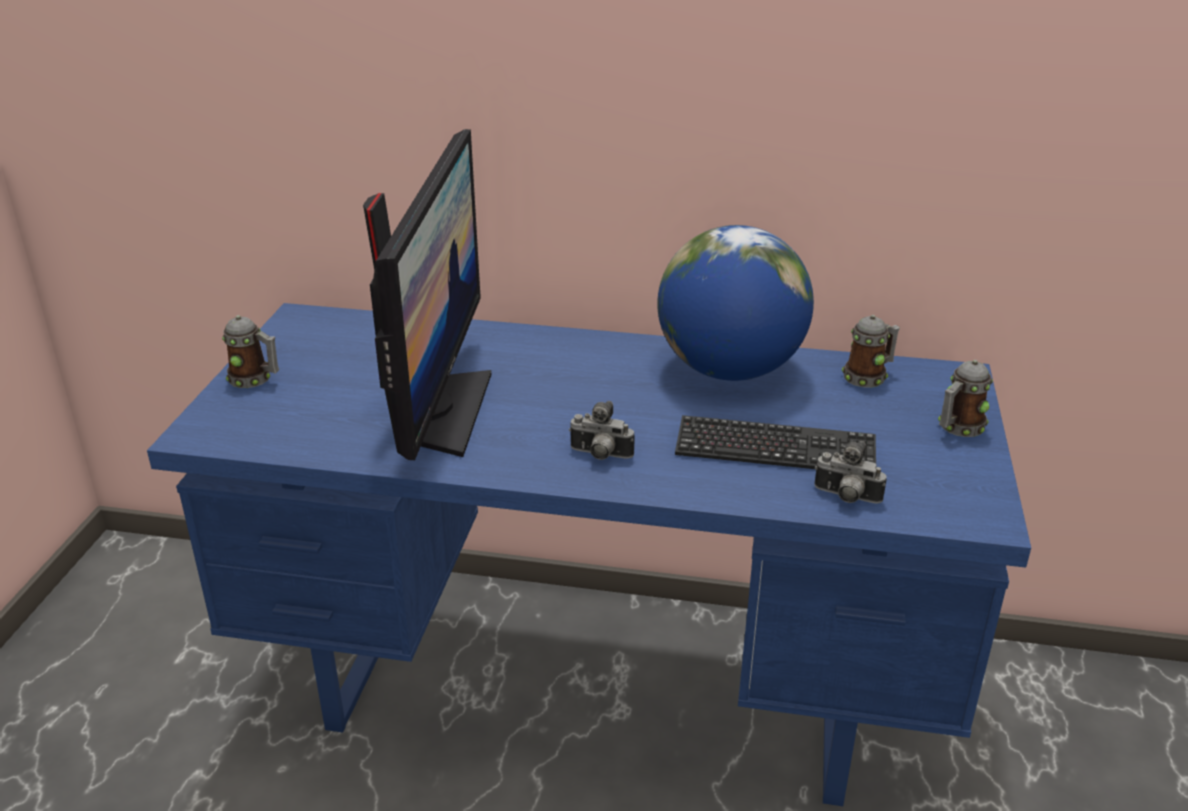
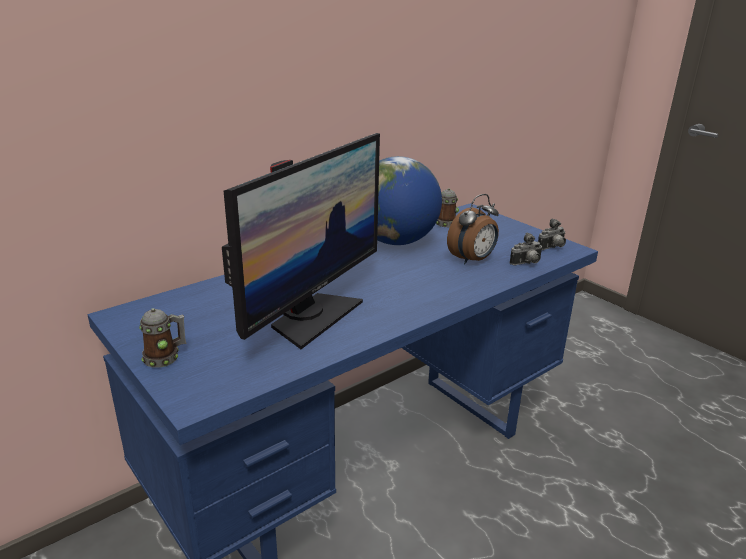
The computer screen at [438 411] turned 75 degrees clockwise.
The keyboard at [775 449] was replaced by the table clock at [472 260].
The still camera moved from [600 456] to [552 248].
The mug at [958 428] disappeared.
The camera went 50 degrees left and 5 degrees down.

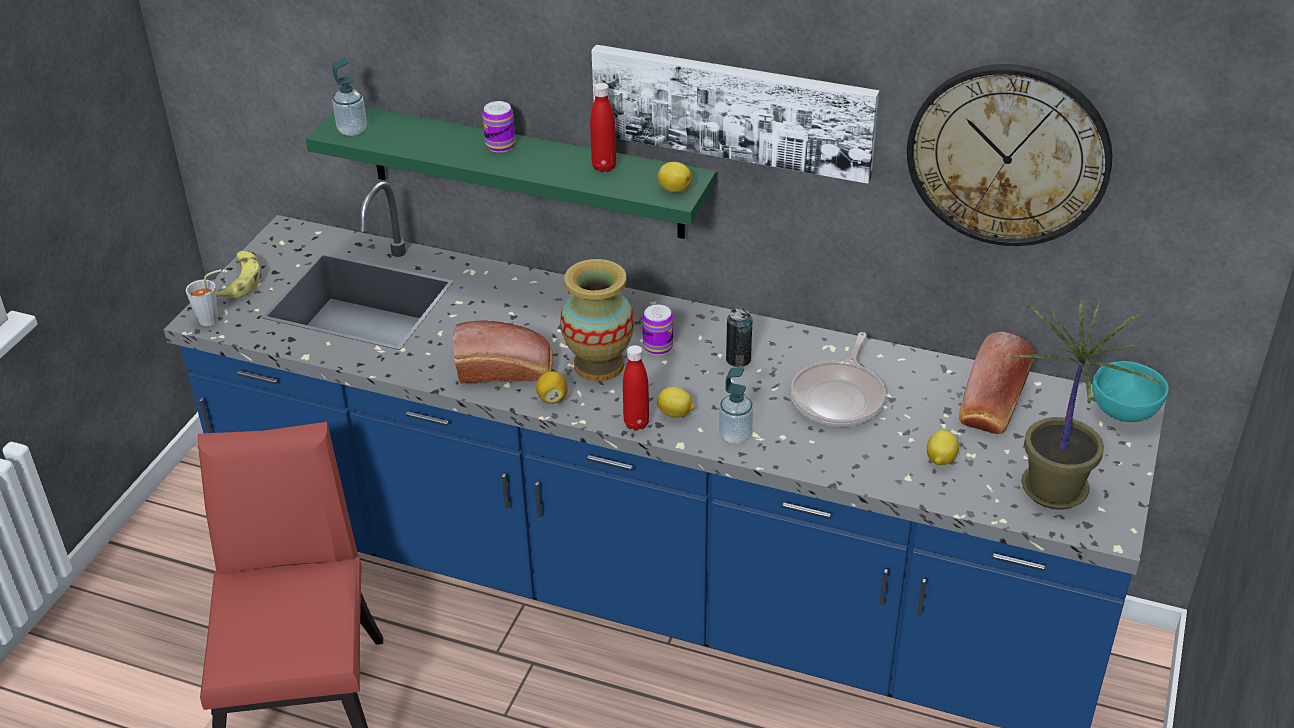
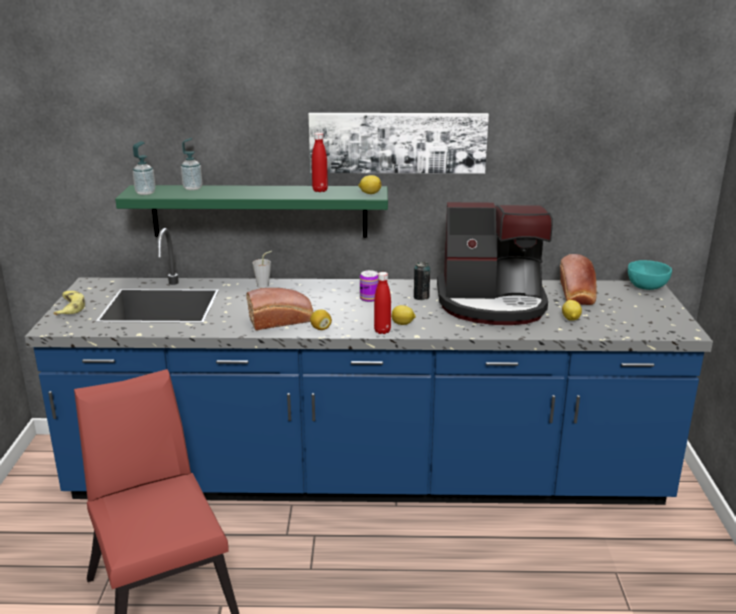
The soap dispenser moved from [735 436] to [192 188].
The grey drinking cup moved from [213 319] to [265 285].
The skillet at [839 397] was replaced by the coffee machine at [492 303].
The metal can at [500 145] disappeared.
The vase at [599 365] disappeared.
The hanging clock at [1008 155] disappeared.
The potted plant at [1055 491] disappeared.
The camera went 20 degrees left and 15 degrees down.

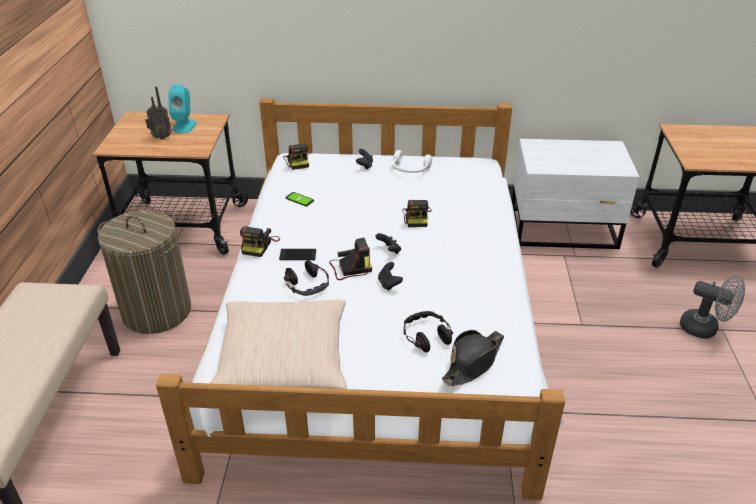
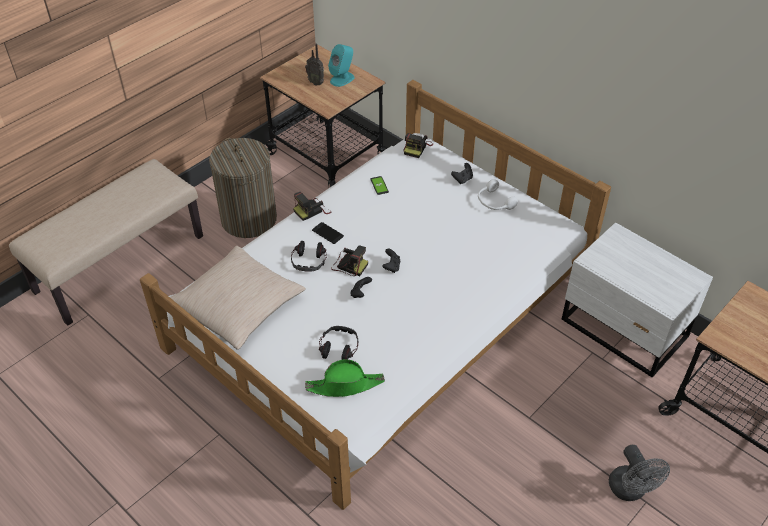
The black-coloured clothing hat at [473 362] became the greenish clothing hat at [345 385].
The still camera at [417 217] disappeared.
The camera went 40 degrees right and 10 degrees up.

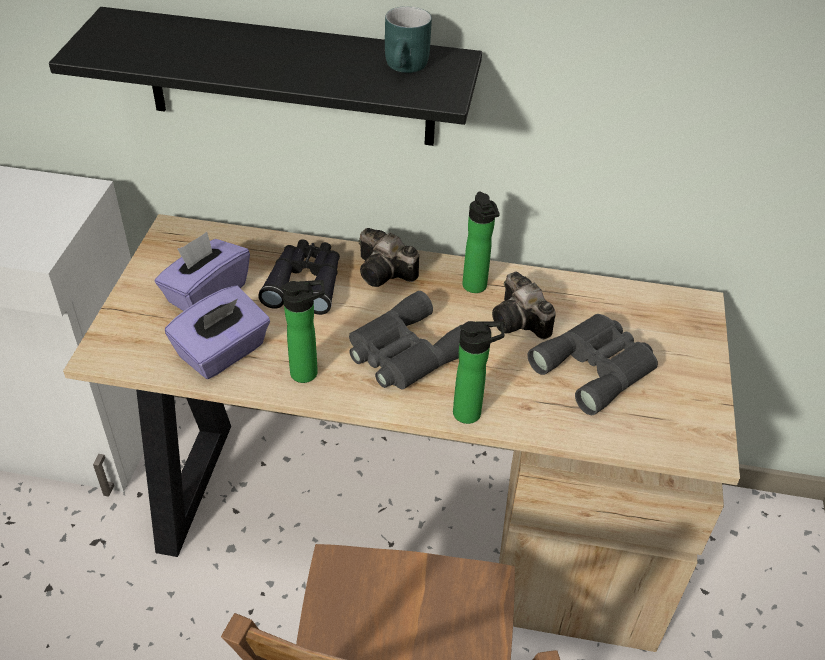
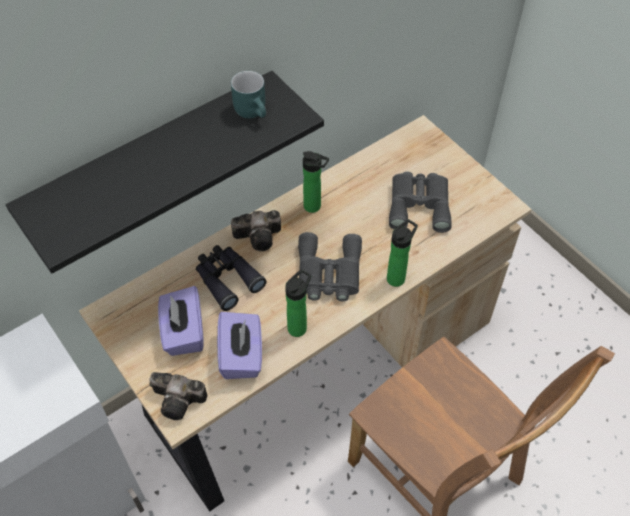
The still camera moved from [521 322] to [180 400].
The camera went 45 degrees left and 10 degrees up.

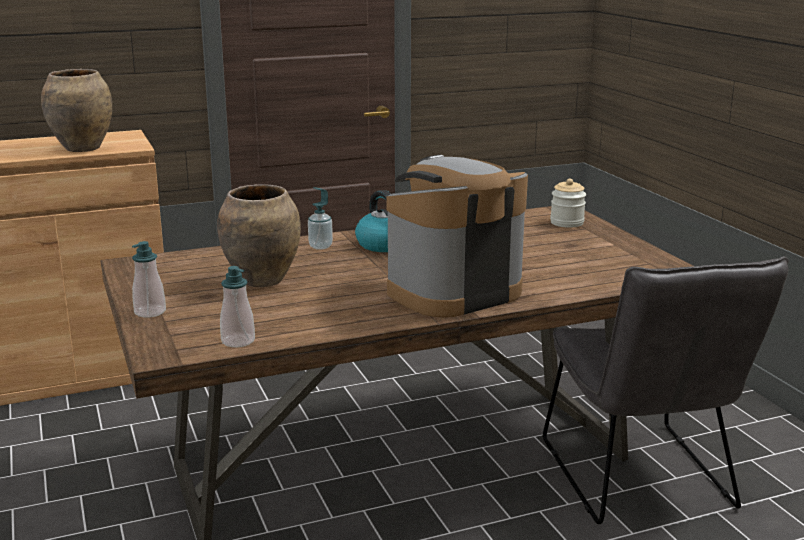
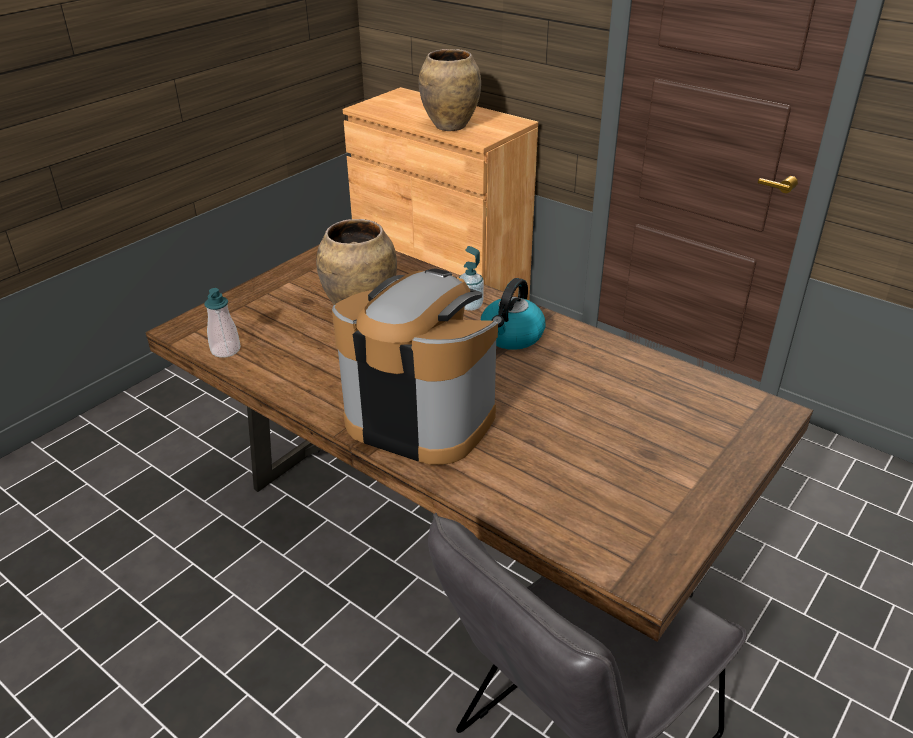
The soap dispenser at [150 312] disappeared.
The preserve jar at [567 223] disappeared.
The camera went 60 degrees right and 15 degrees up.

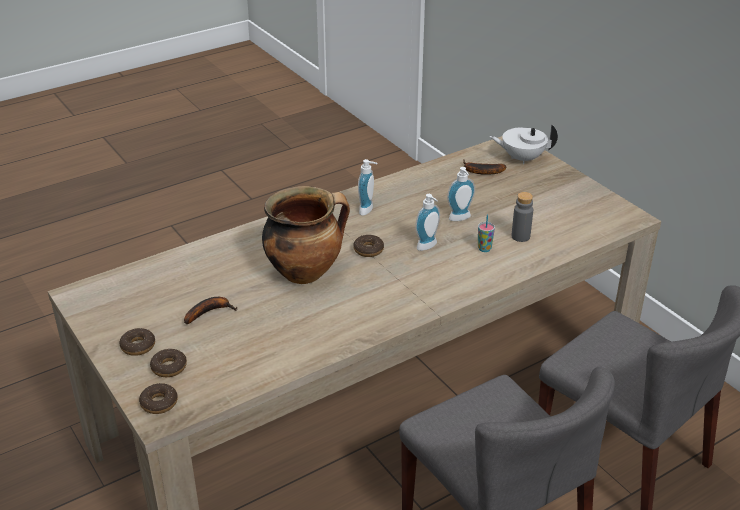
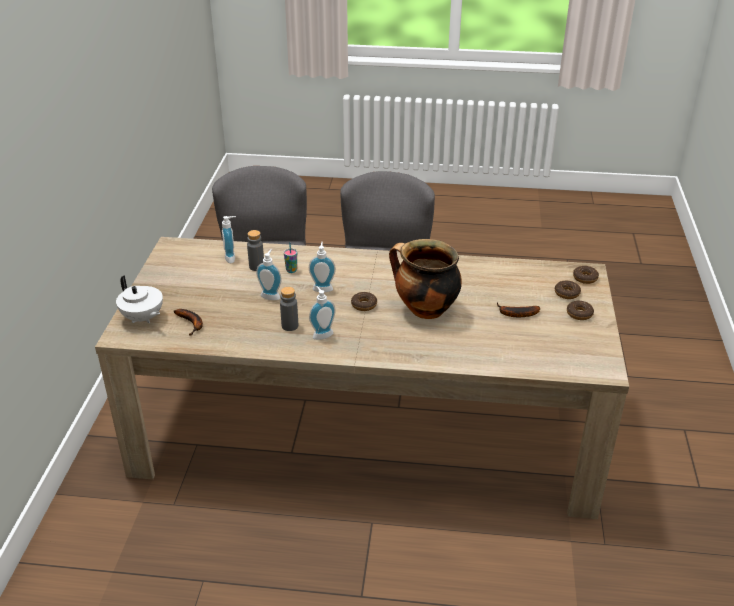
The soap dispenser at [232 258] appeared.
The grey beverage bottle at [290 326] appeared.
The camera went 140 degrees left and 0 degrees up.

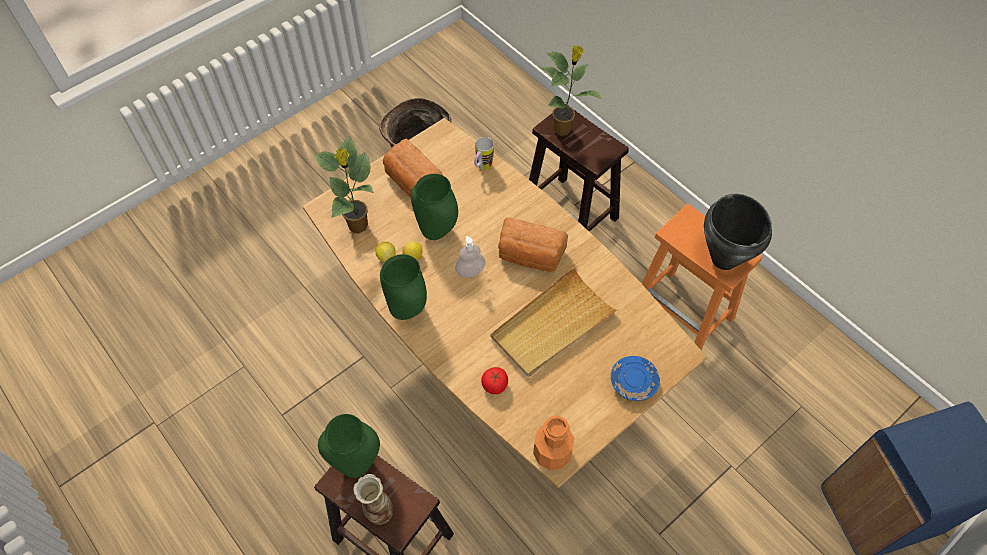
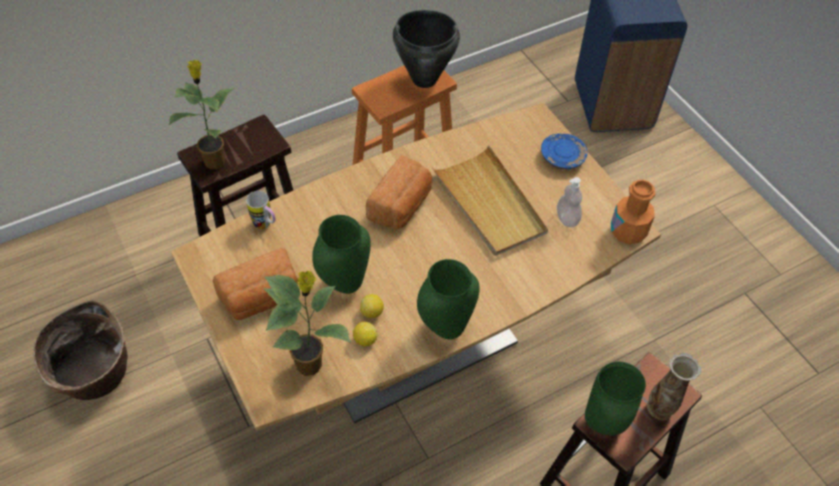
The soap dispenser moved from [470 271] to [567 218].
The whole tomato at [494 385] disappeared.
The camera went 80 degrees left and 5 degrees down.

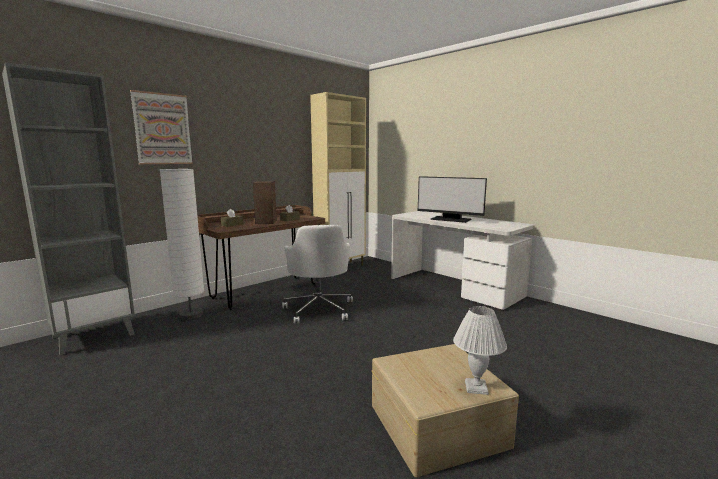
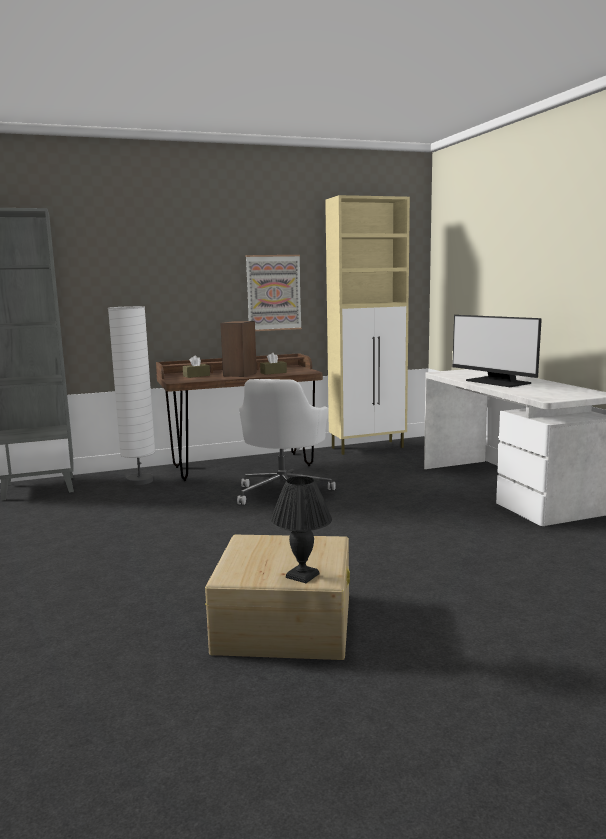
The picture moved from [162 129] to [273 293].
The whitish tabletop lamp at [476 388] became the black-coloured tabletop lamp at [302 576].
The camera went 25 degrees right and 0 degrees up.

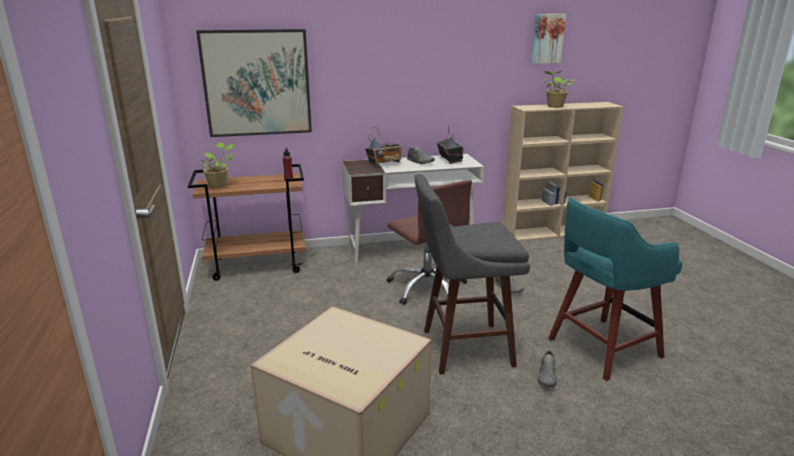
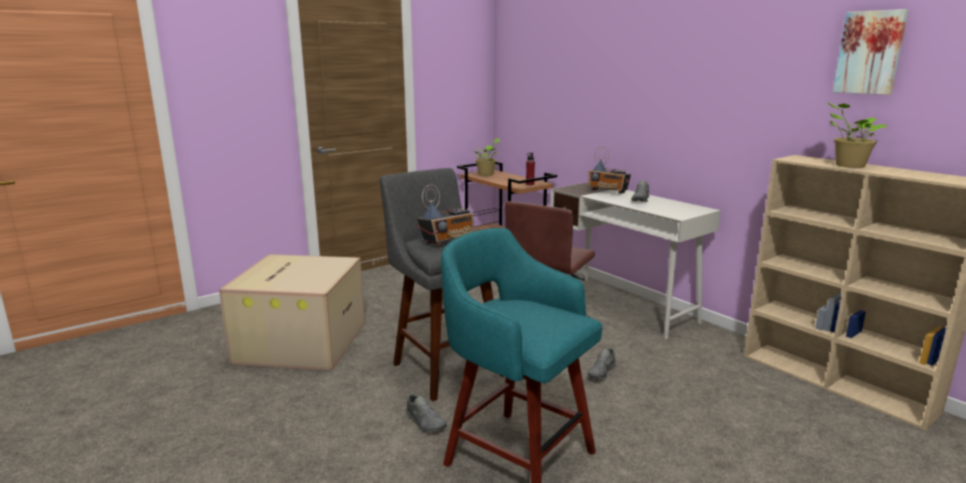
The grey low shoe at [547 377] turned 120 degrees counterclockwise.
The radio moved from [450 160] to [448 241].
The picture at [257 83] disappeared.
The camera went 65 degrees right and 5 degrees down.

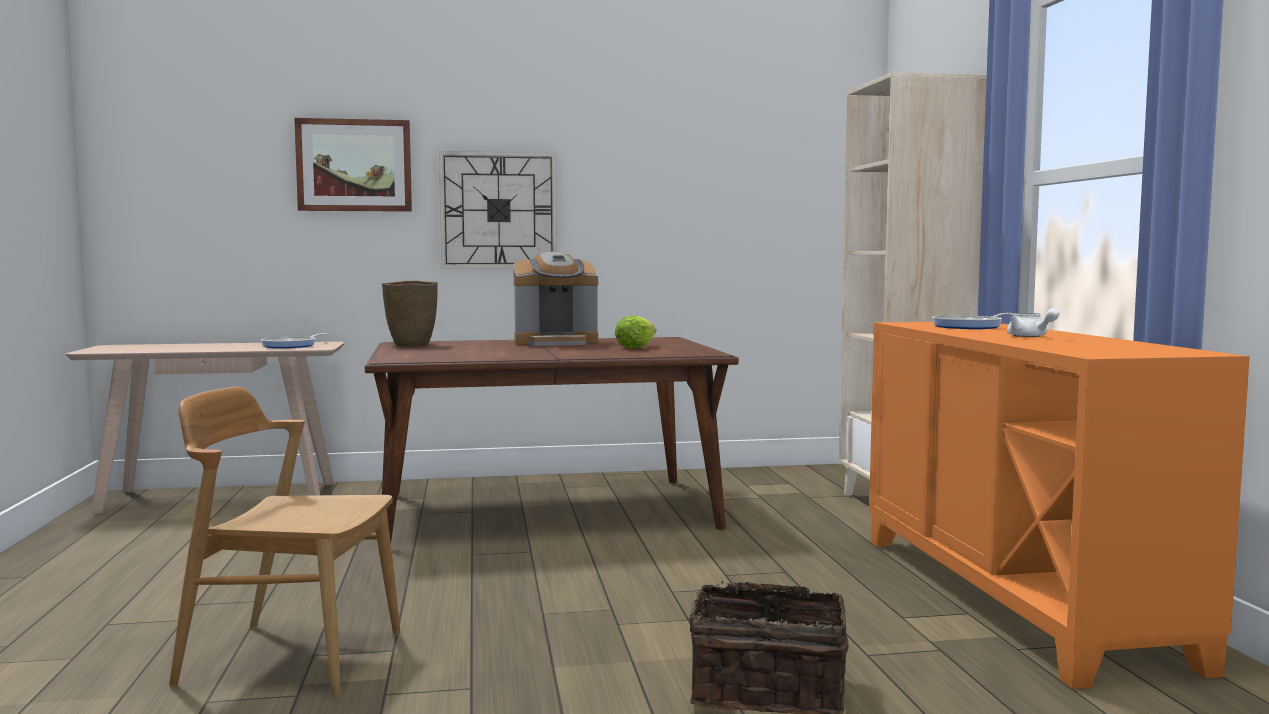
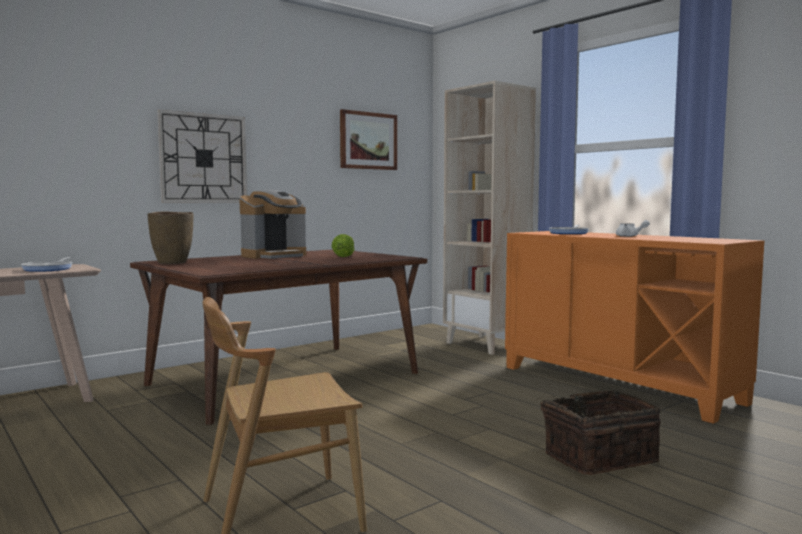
The picture moved from [354 165] to [368 141].
The camera went 30 degrees left and 0 degrees up.

